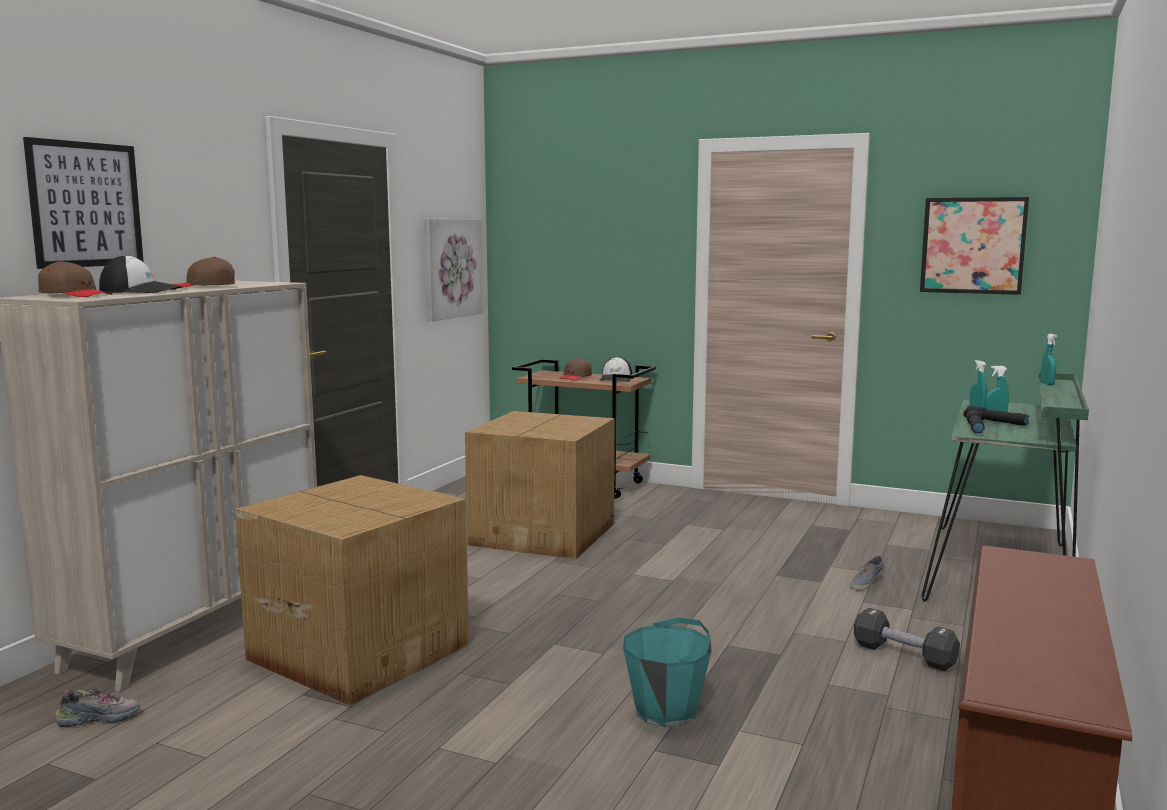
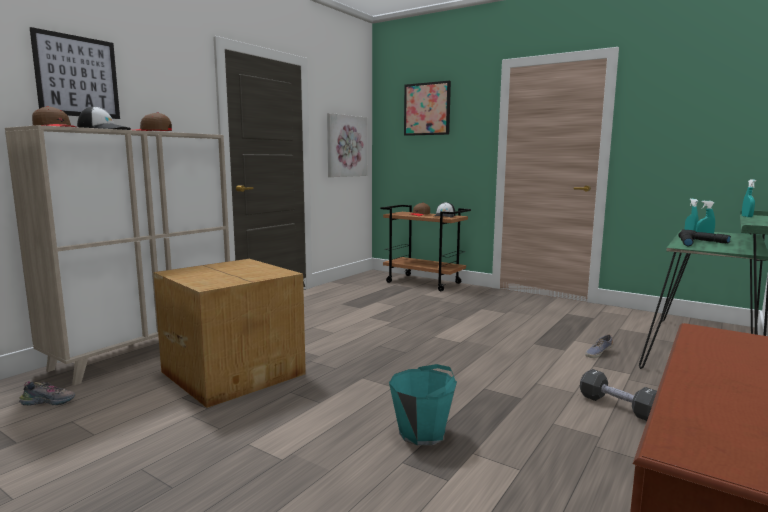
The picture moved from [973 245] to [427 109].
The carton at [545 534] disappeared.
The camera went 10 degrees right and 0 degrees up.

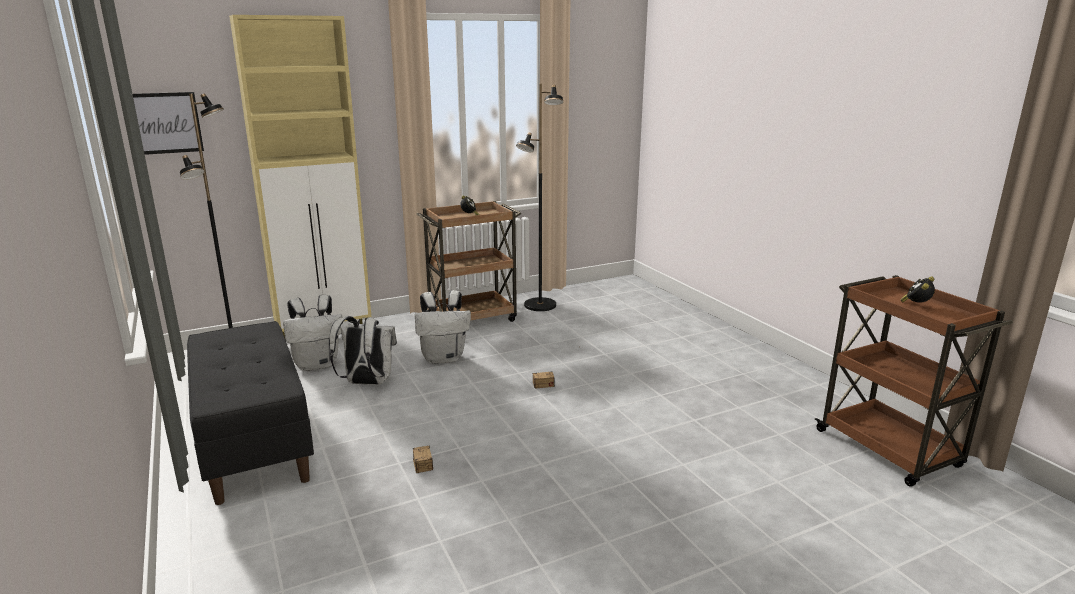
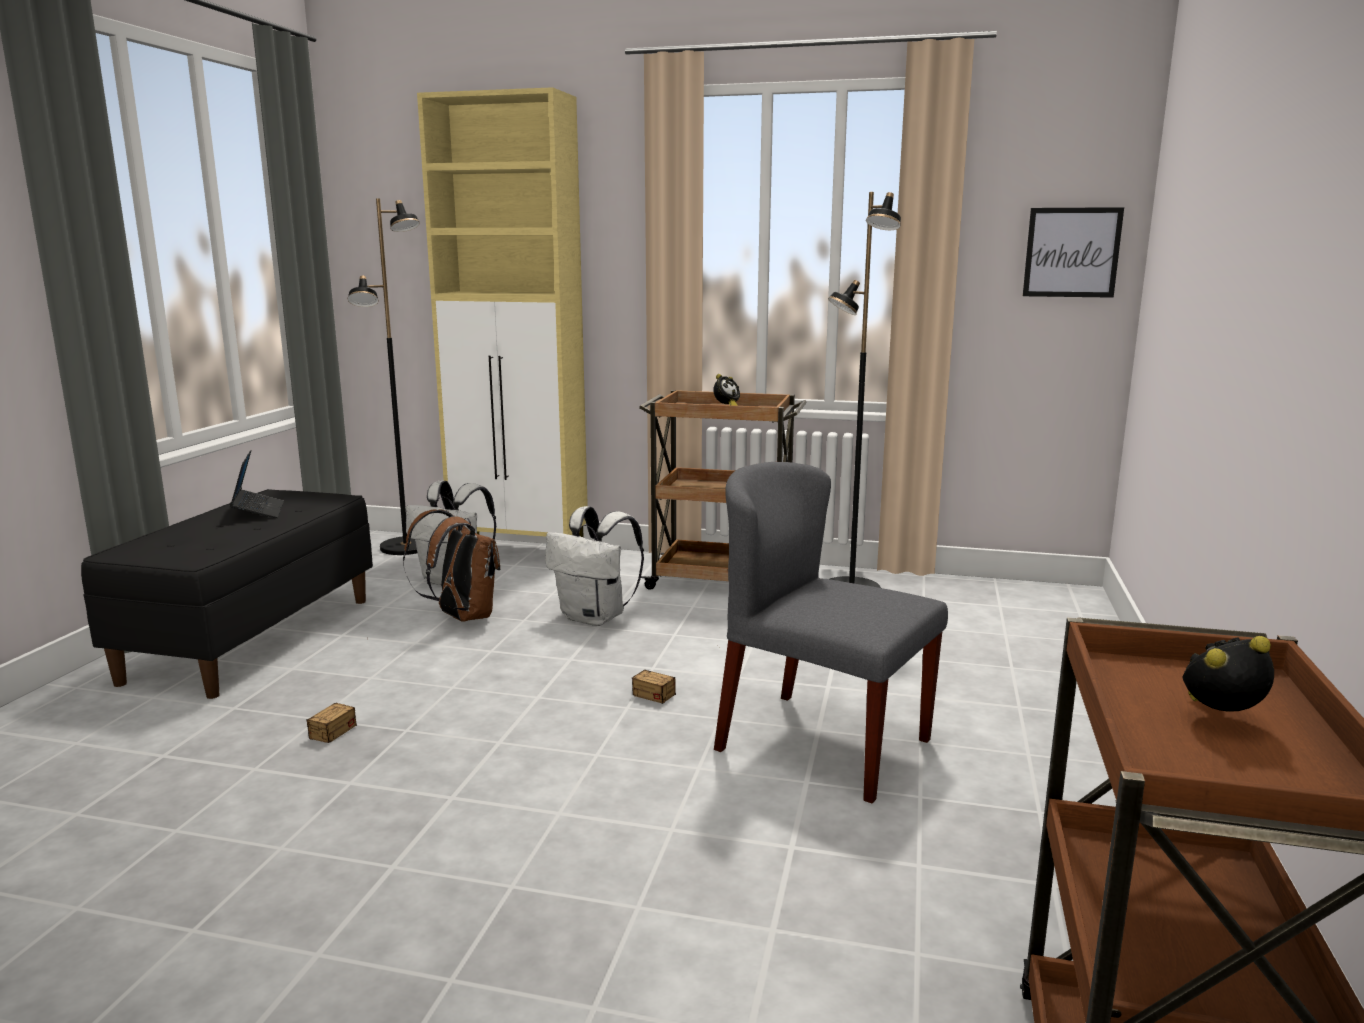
The notebook computer at [258 511] appeared.
The whitish rucksack at [366 383] became the brown-coloured rucksack at [461 617].
The grey upright chair at [821 744] appeared.
The picture moved from [166 123] to [1072 252].
The camera went 40 degrees right and 5 degrees down.

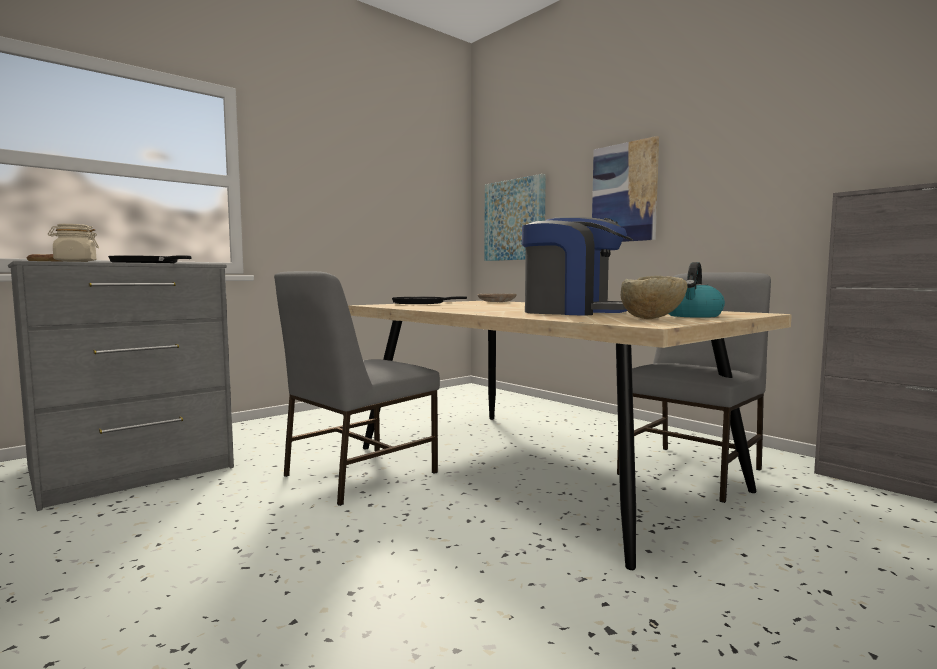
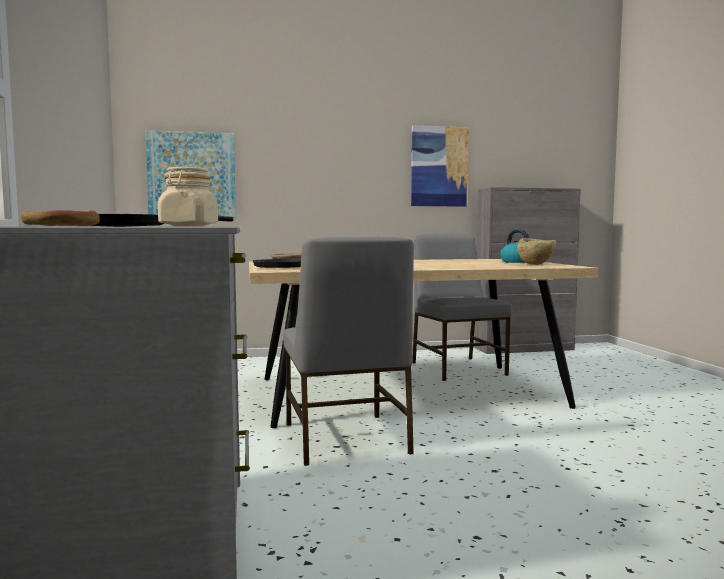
The picture moved from [624 193] to [439 166].
The coffee machine at [573 312] disappeared.
The camera went 60 degrees left and 0 degrees up.

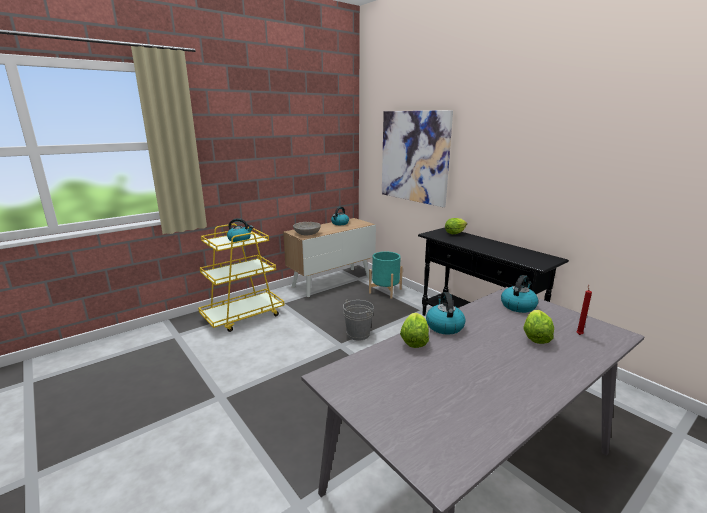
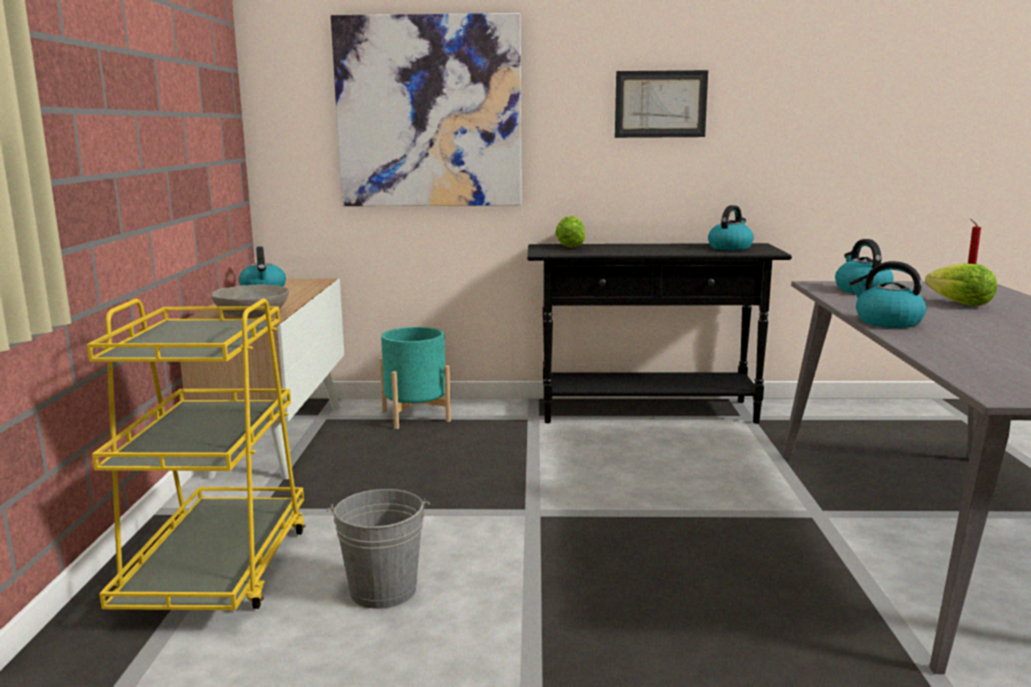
The grey pail moved from [358 334] to [383 590].
The picture at [660 104] appeared.
The water kettle moved from [240 239] to [730 247].
The lettuce head at [414 341] disappeared.
The camera went 50 degrees left and 5 degrees down.

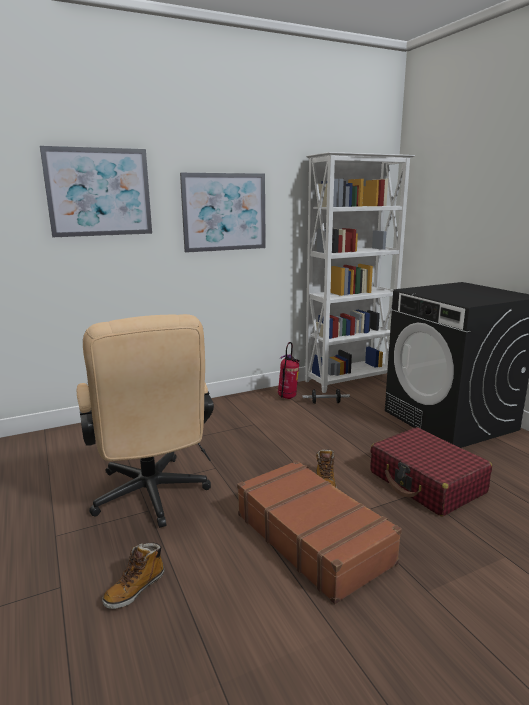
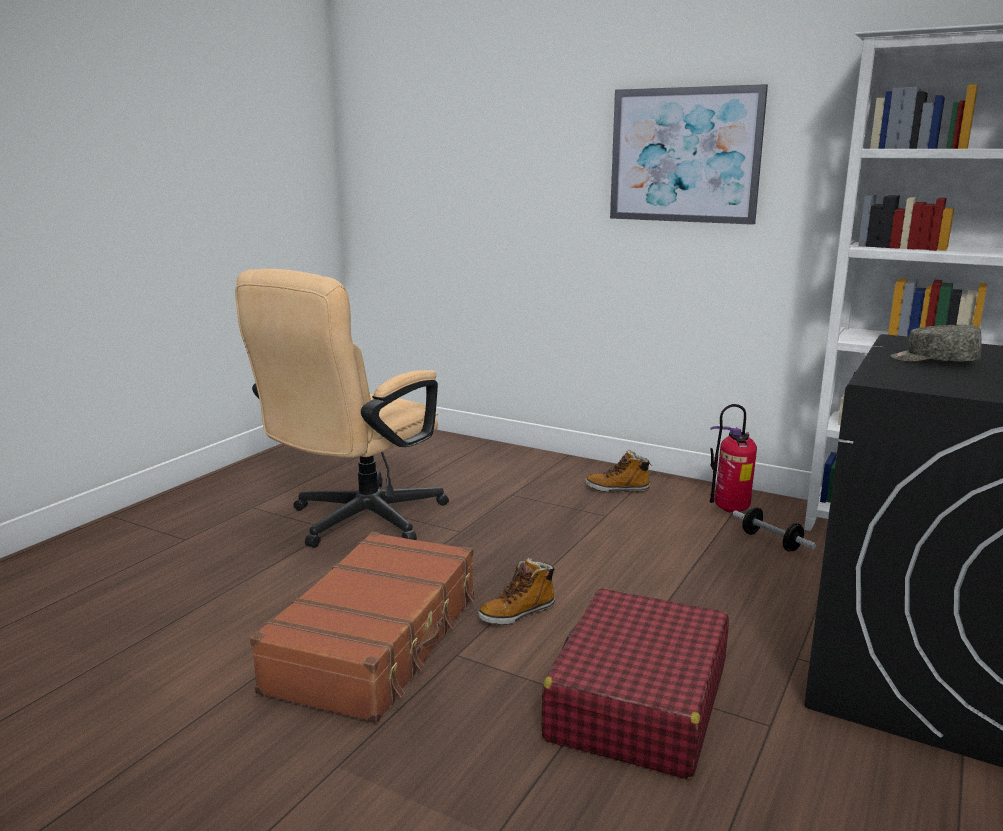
The boot moved from [135 589] to [617 489].
The grey peaked cap at [933 361] appeared.
The picture at [99 192] disappeared.
The camera went 55 degrees right and 0 degrees up.

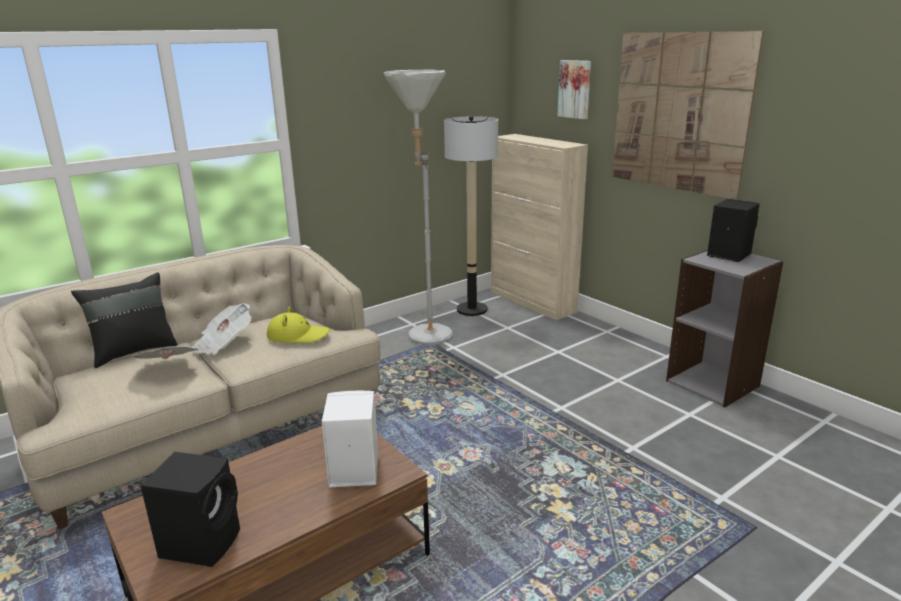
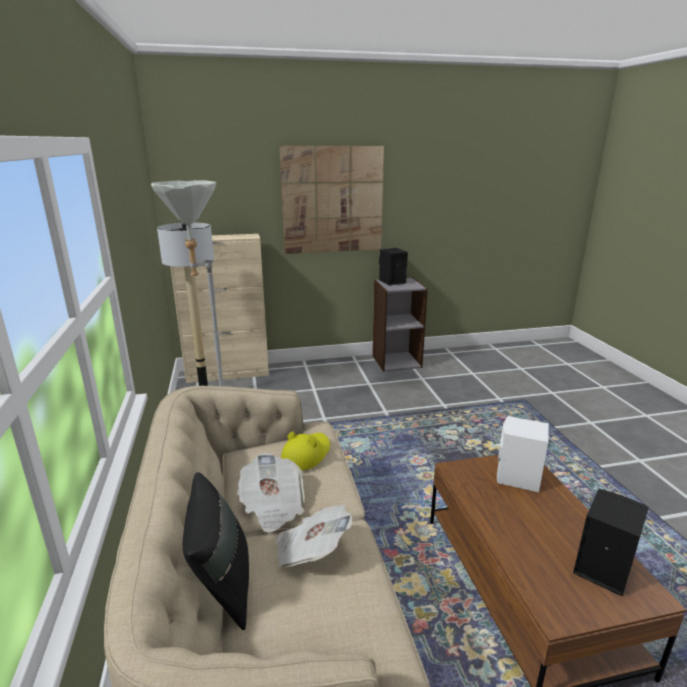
The picture at [575 89] disappeared.
The camera went 65 degrees left and 0 degrees up.

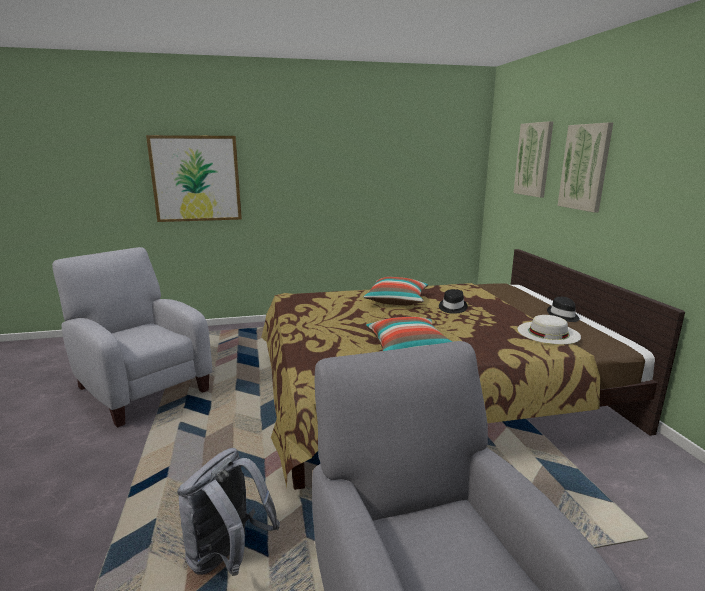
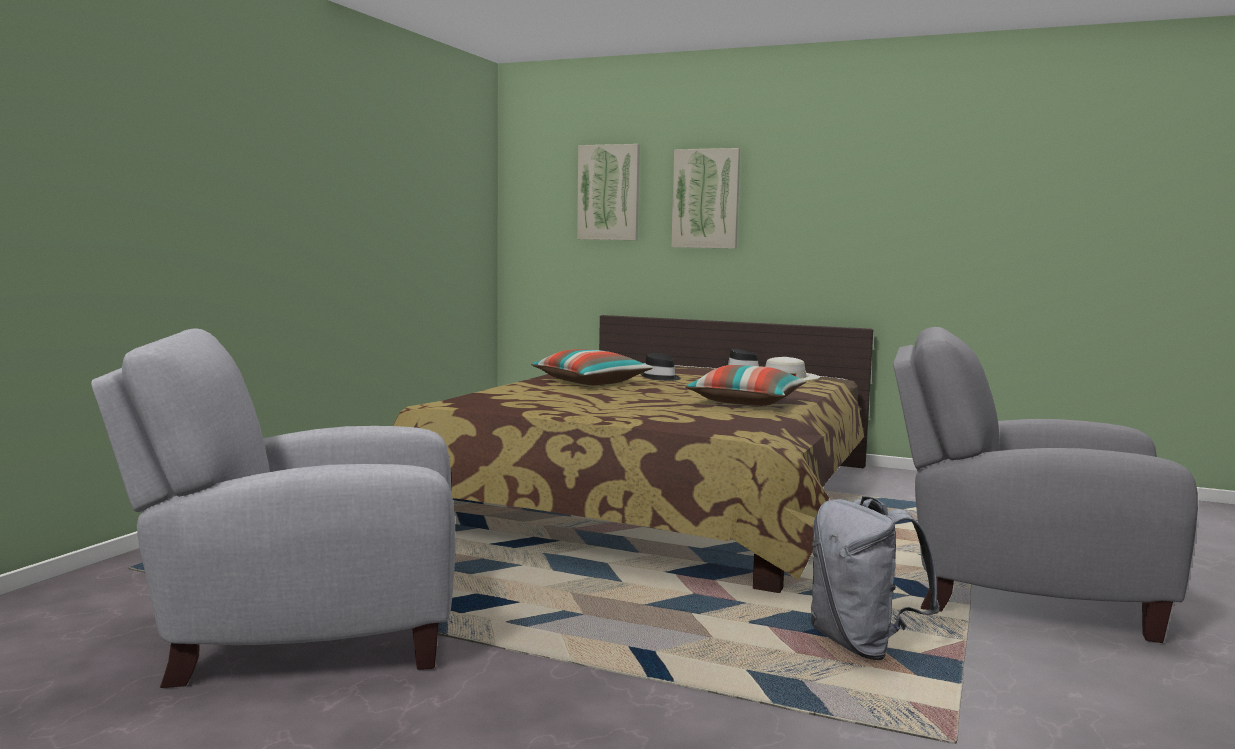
The picture at [196 179] disappeared.
The camera went 55 degrees left and 10 degrees down.

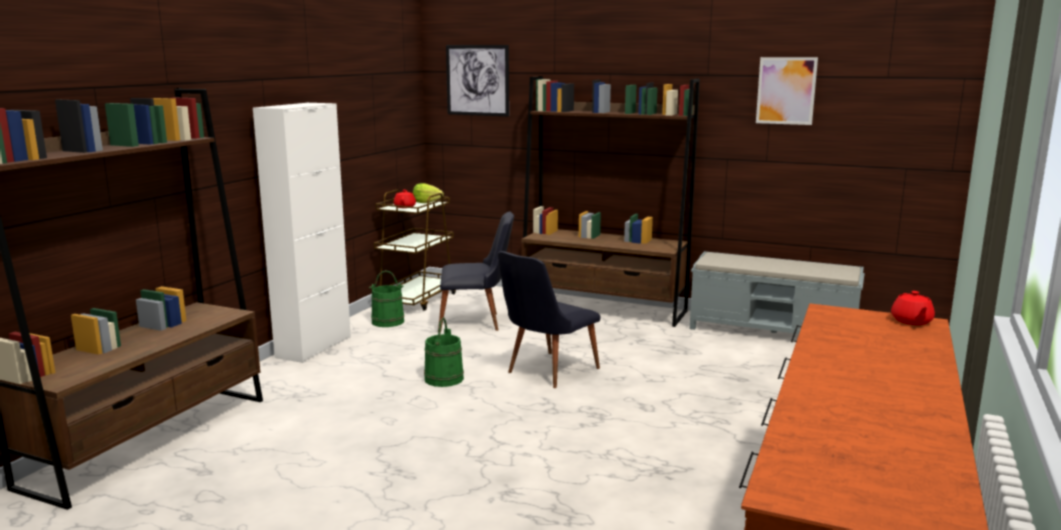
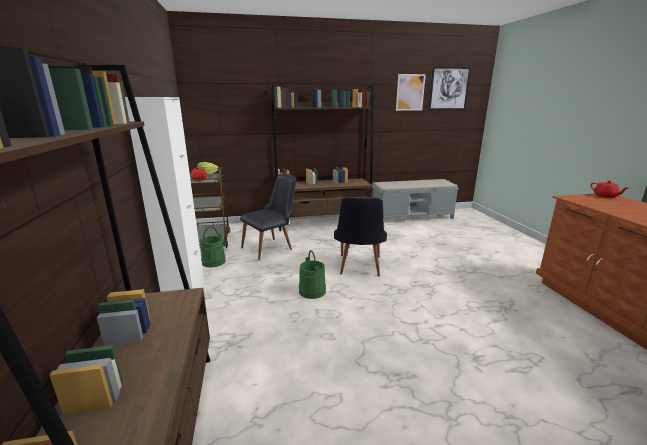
The picture moved from [477 80] to [449 88].
The camera went 35 degrees left and 5 degrees up.

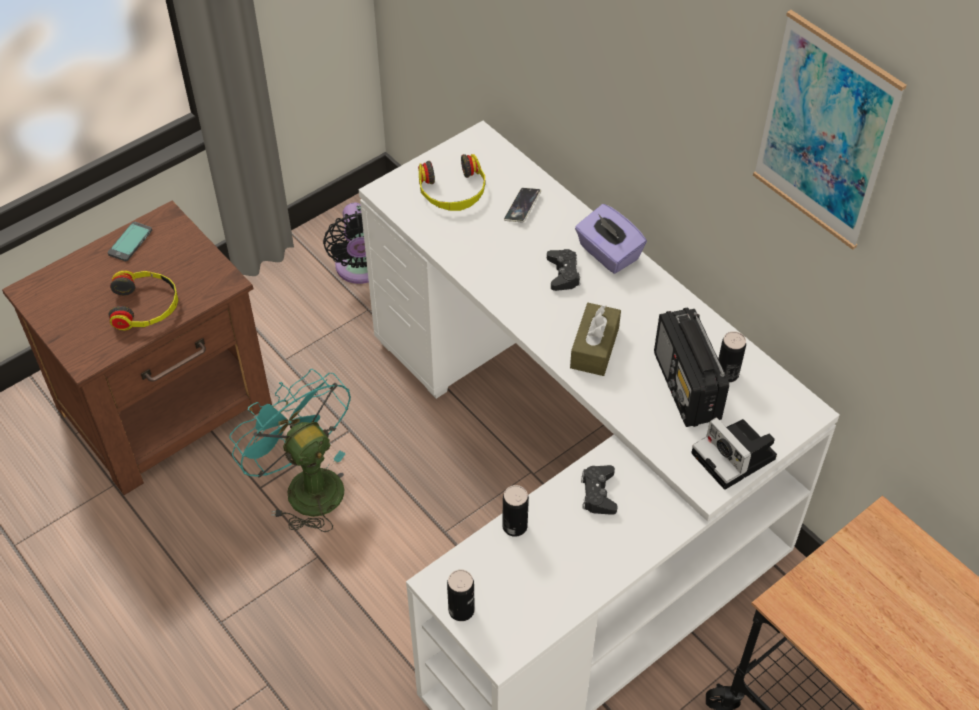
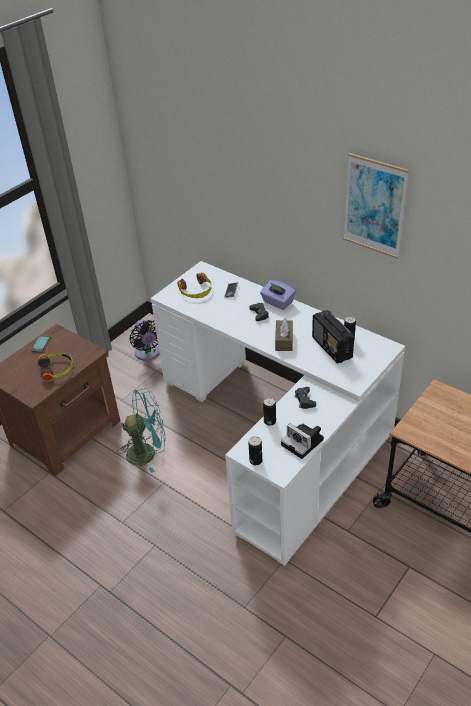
The turquoise-coloured electric fan at [305 485] turned 135 degrees clockwise.
The still camera moved from [736 457] to [304 443].
The camera went 10 degrees left and 10 degrees down.

